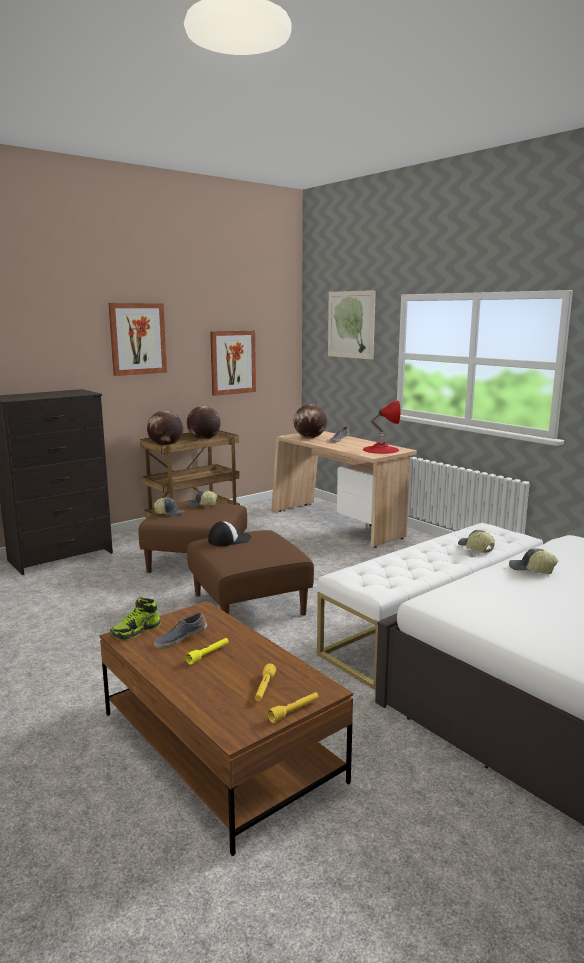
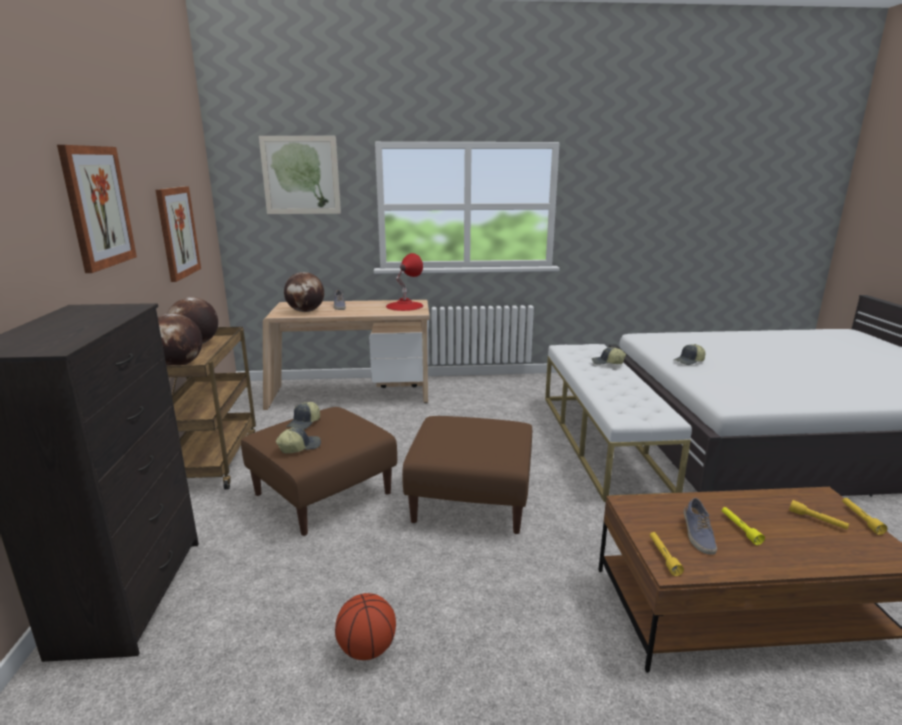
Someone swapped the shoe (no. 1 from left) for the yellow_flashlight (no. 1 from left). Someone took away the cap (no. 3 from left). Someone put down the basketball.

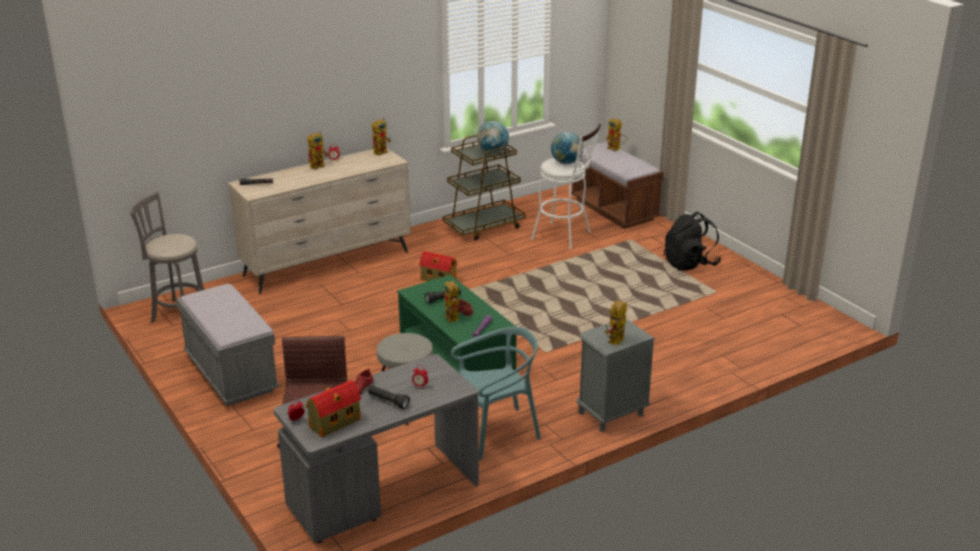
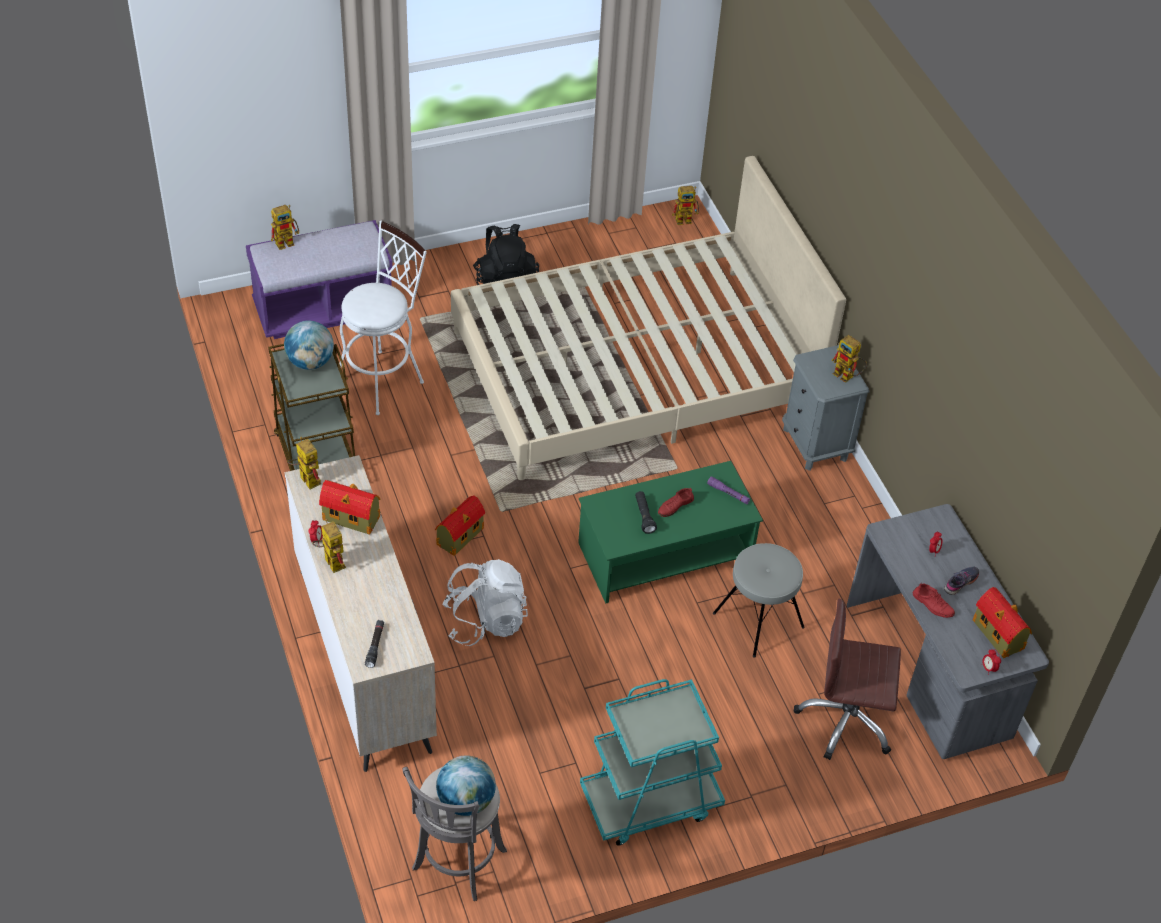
Someone swapped the grey_bench for the turquoise_cart. Someone swapped the black_flashlight (no. 2 from left) for the grey_shoe. Someone carried the toy_robot (no. 3 from left in the first image). Someone took away the turquoise_chair. Someone carried the globe (no. 2 from left). Someone repainted the brown_bench, which became the purple_bench. Someone put down the toy_house (no. 1 from left). Someone put down the white_backpack. Someone put down the beige_bed.

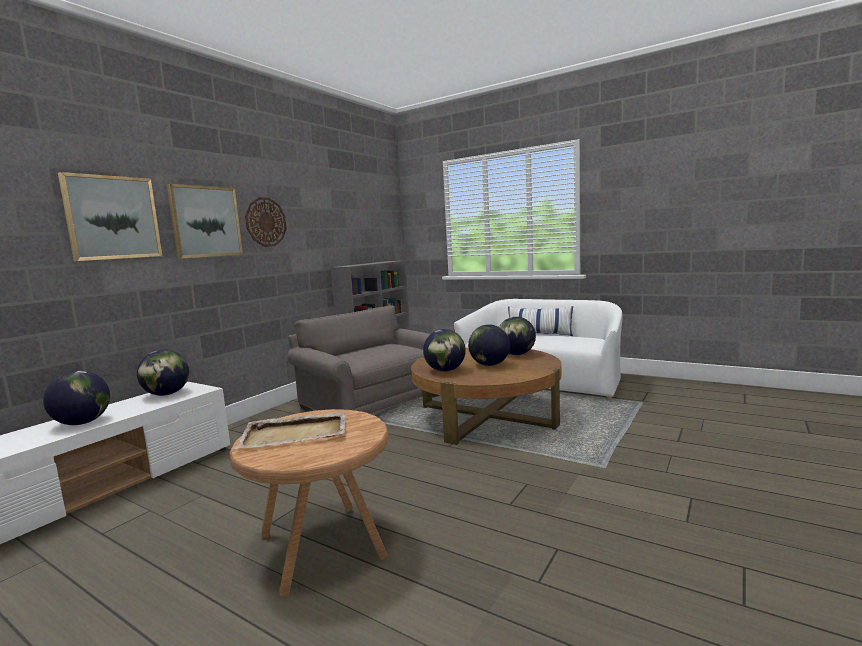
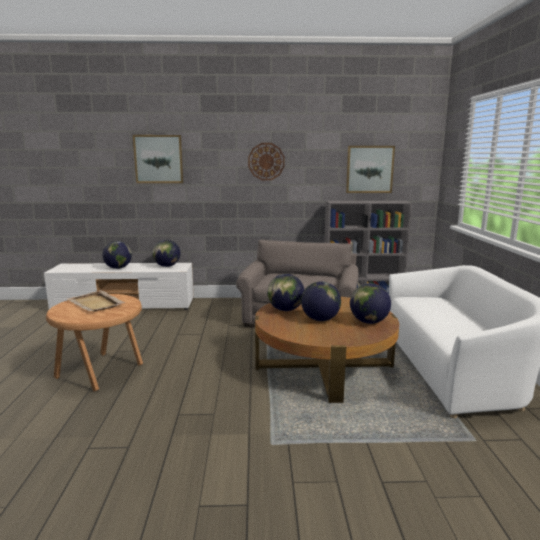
Someone carried the picture (no. 2 from left). Someone took away the pillow.

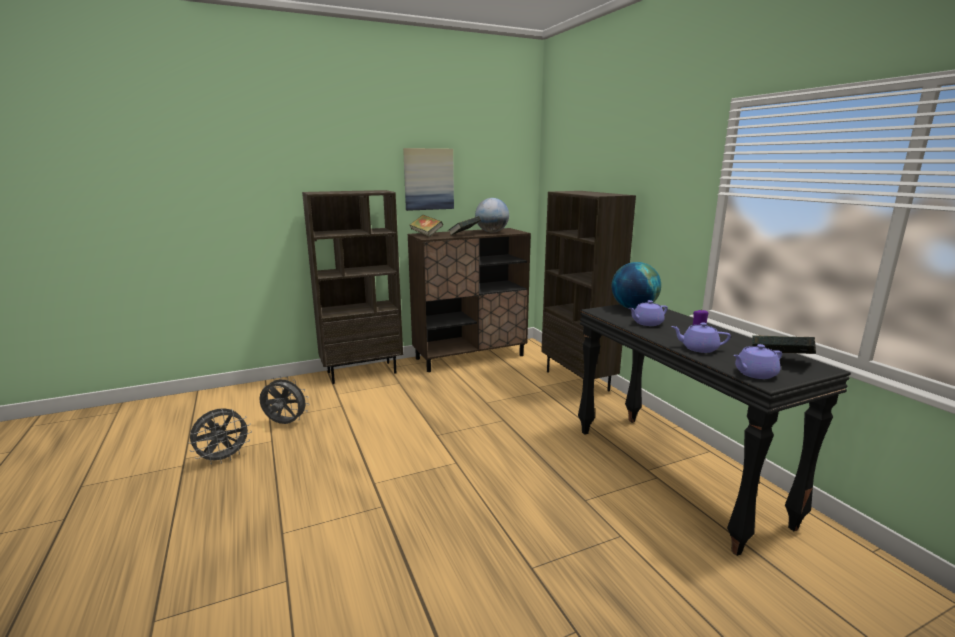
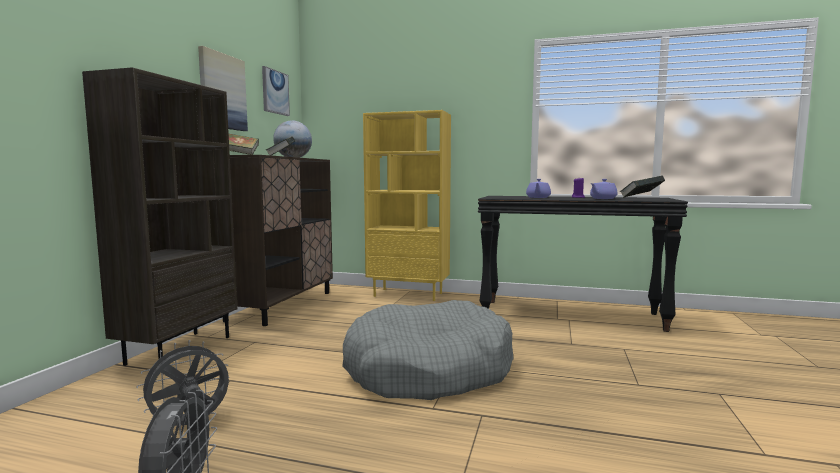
Someone repainted the brown_bookcase (no. 2 from left), which became the yellow_bookcase. Someone took away the globe (no. 2 from left). Someone took away the purple_teapot (no. 3 from left). Someone put up the picture (no. 2 from left). Someone put down the grey_dog_bed.

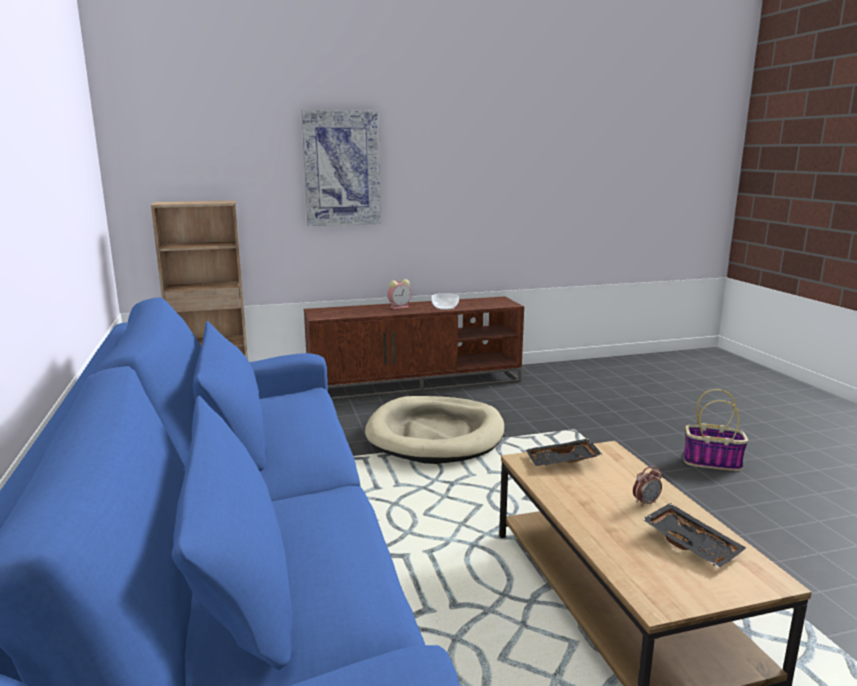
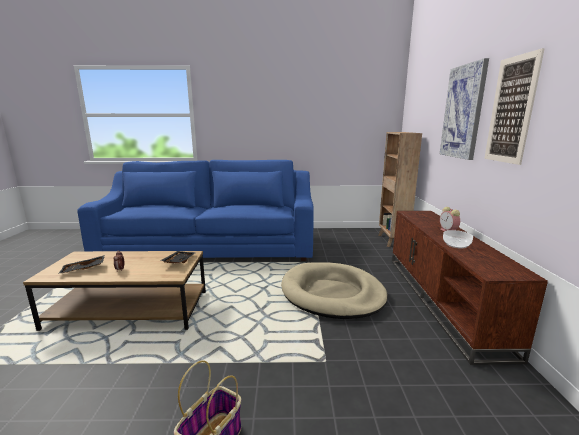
Someone put up the picture (no. 2 from left).

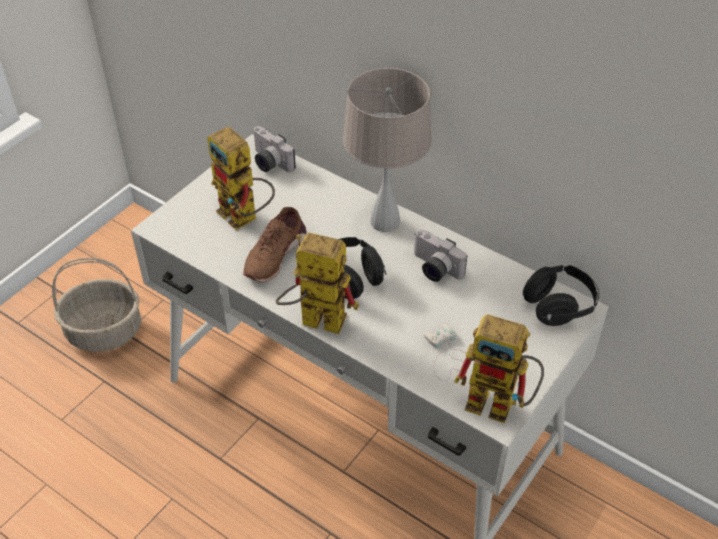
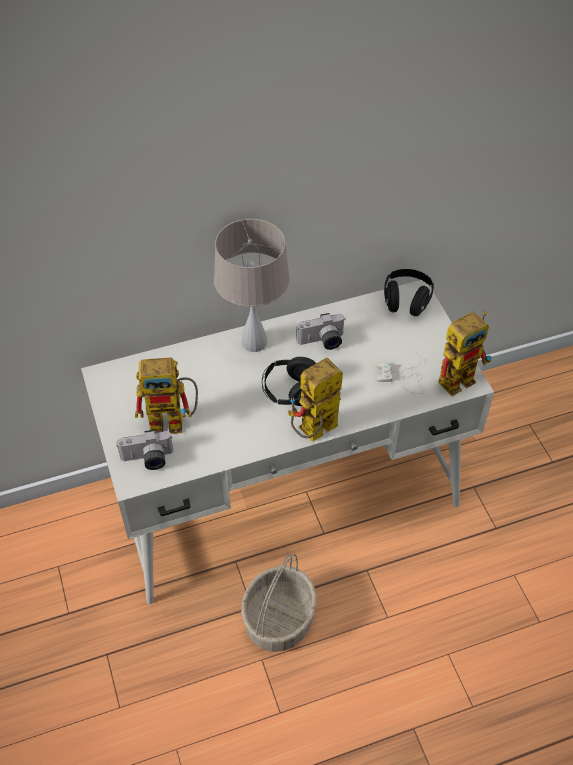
Someone carried the basket. Someone took away the brown_shoe. Someone carried the photo_camera (no. 1 from left).

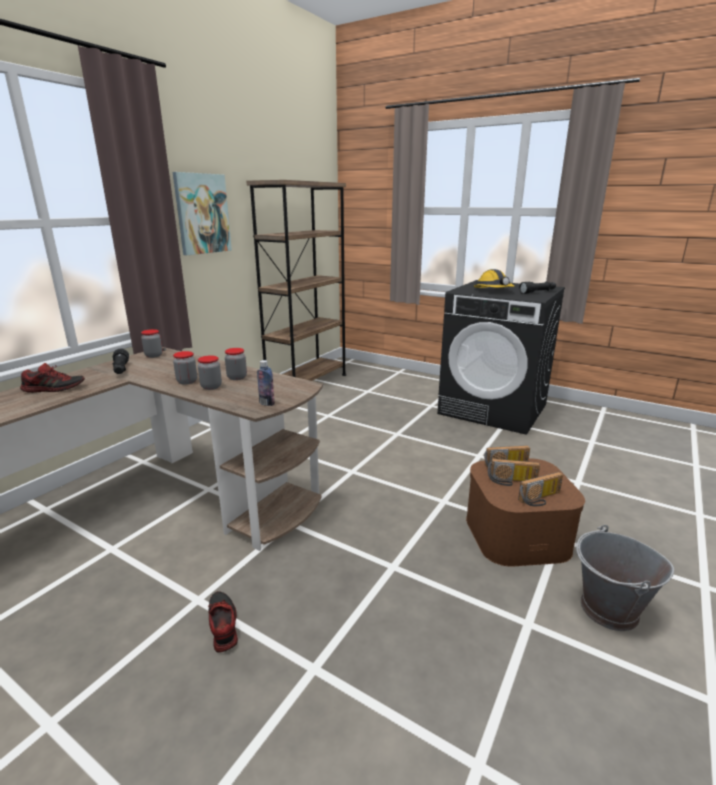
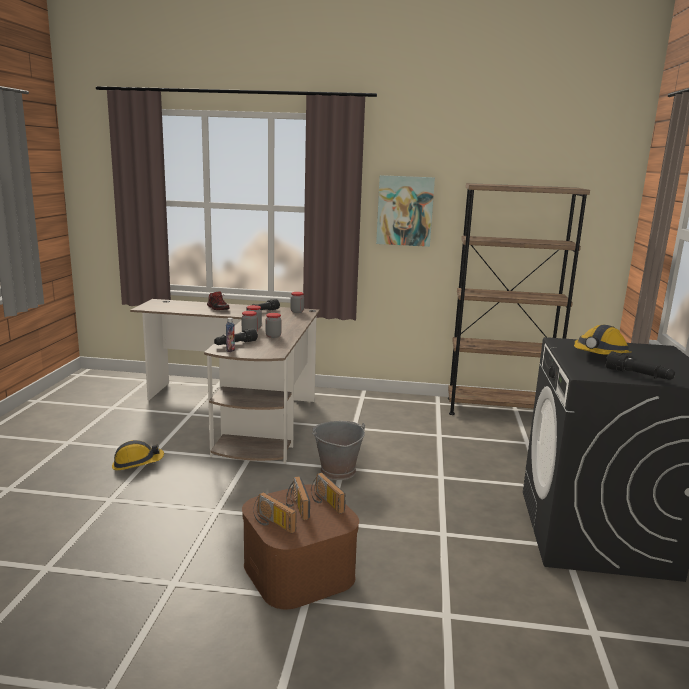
Someone swapped the shoe (no. 2 from left) for the hard_hat (no. 1 from left). Someone carried the grey_bucket. Someone put down the black_flashlight (no. 1 from left).

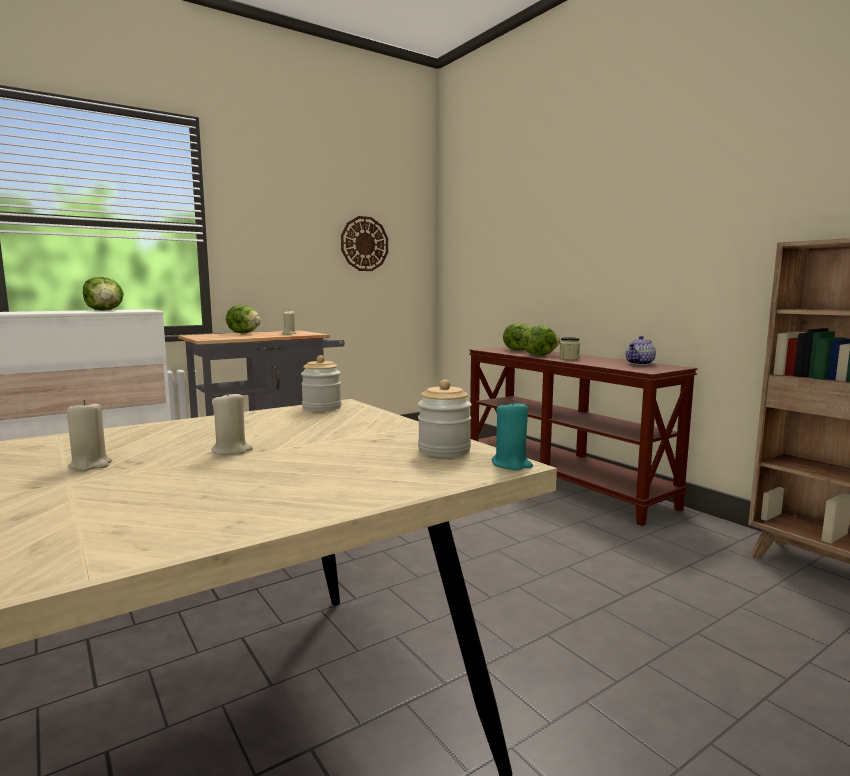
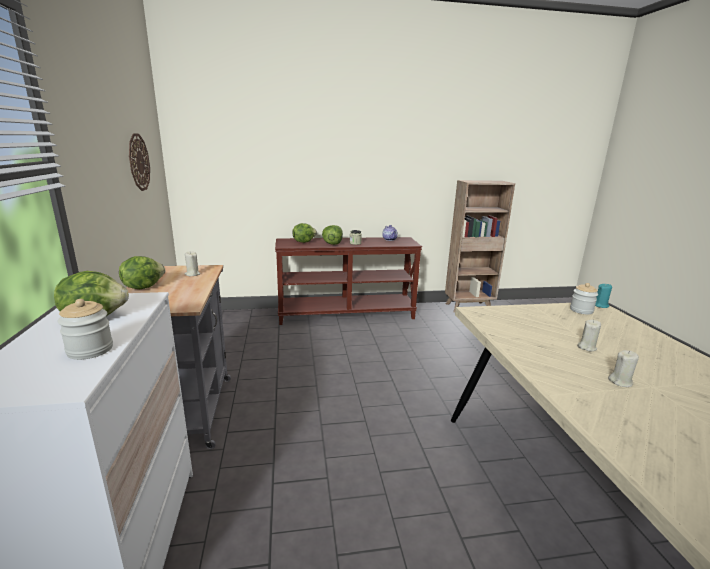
Someone carried the jar (no. 1 from left).

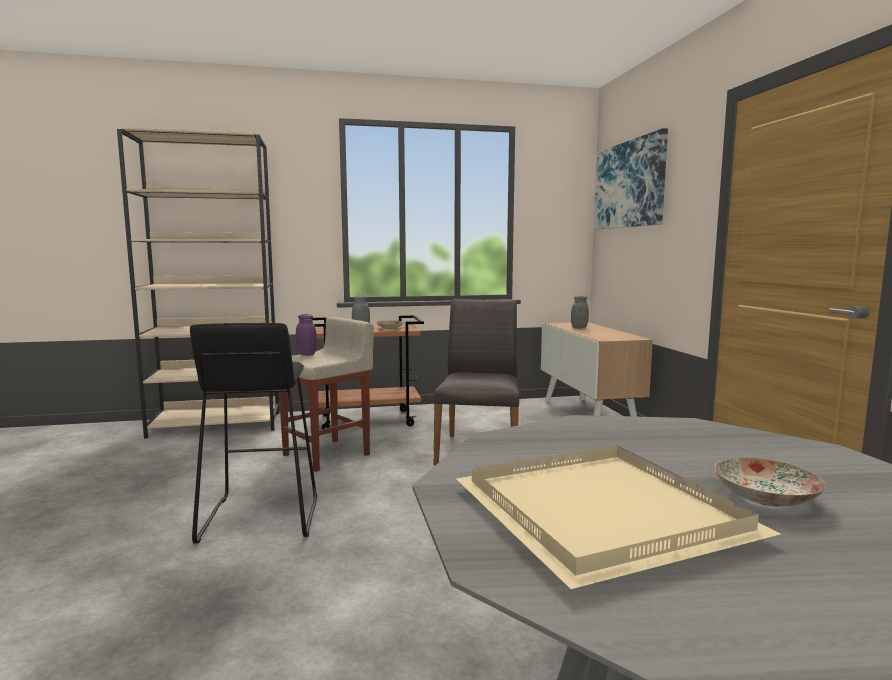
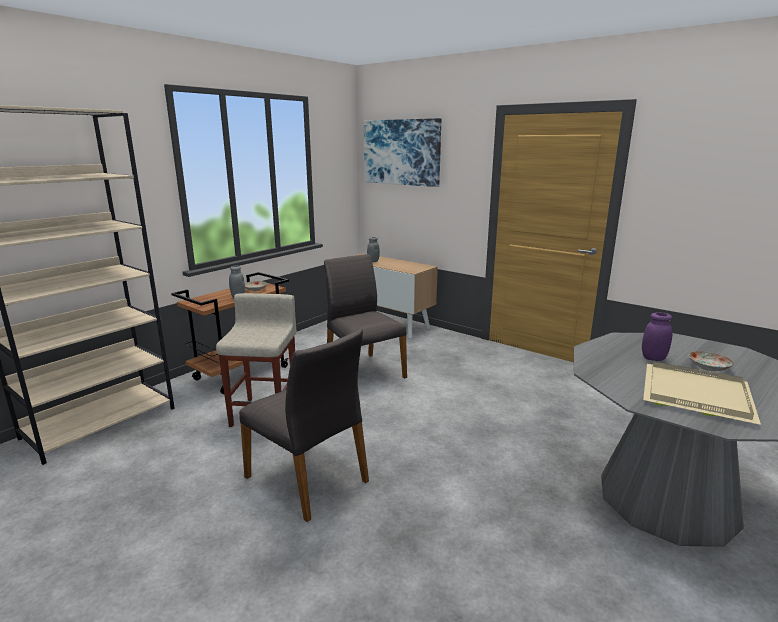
Someone swapped the black_stool for the grey_chair (no. 1 from left). Someone carried the purple_jar.

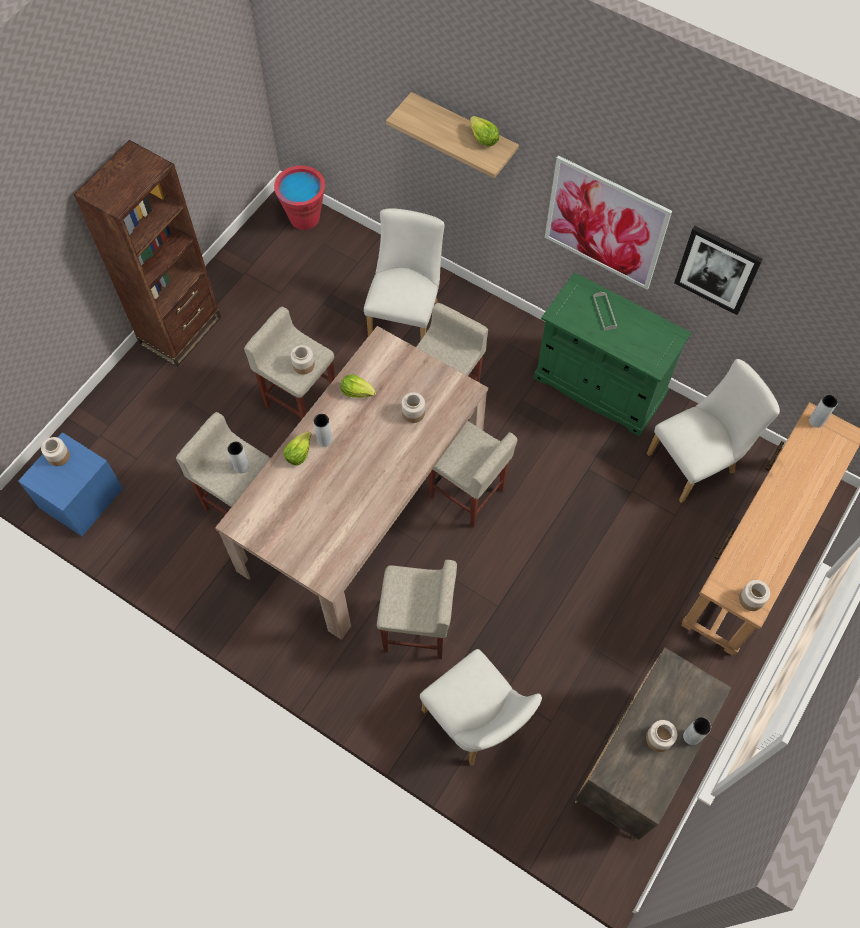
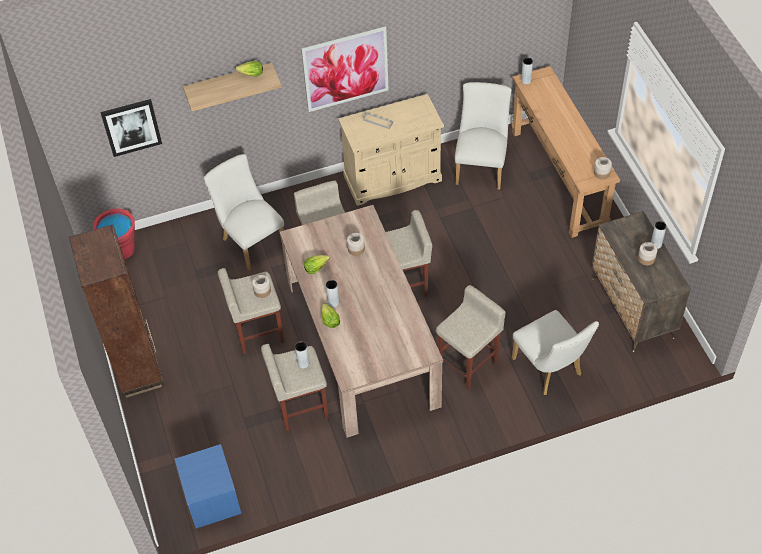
Someone took away the jar (no. 1 from left). Someone rotated the white_chair (no. 2 from left in the first image) by 60 degrees clockwise. Someone repainted the green_cabinet, which became the beige_cabinet. Someone carried the picture (no. 2 from left in the first image).

